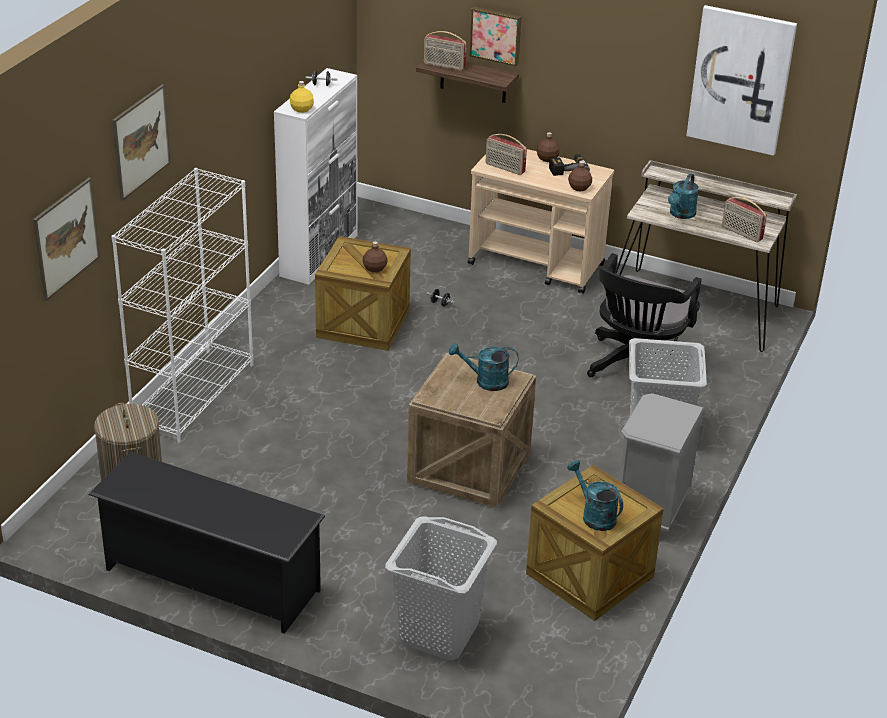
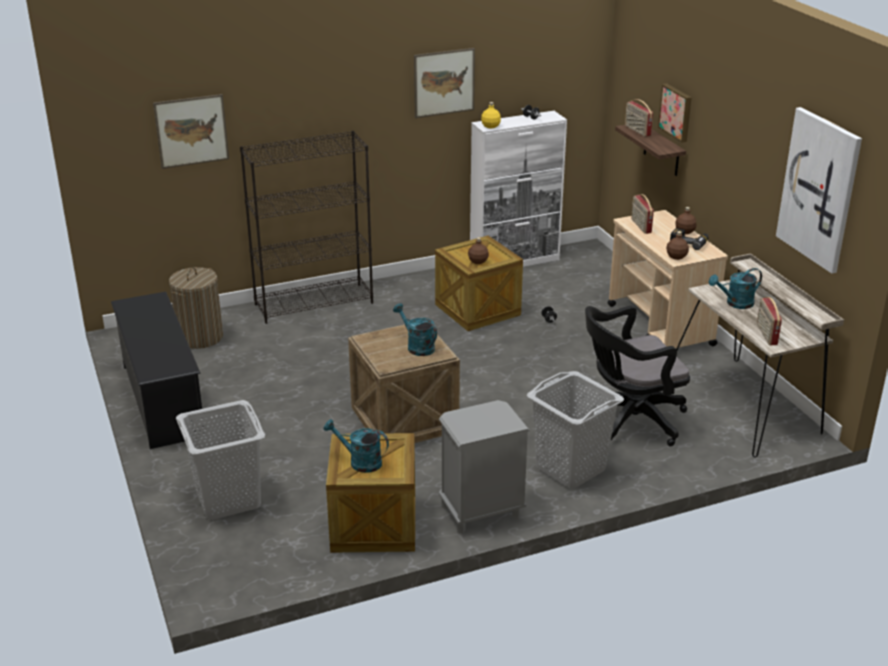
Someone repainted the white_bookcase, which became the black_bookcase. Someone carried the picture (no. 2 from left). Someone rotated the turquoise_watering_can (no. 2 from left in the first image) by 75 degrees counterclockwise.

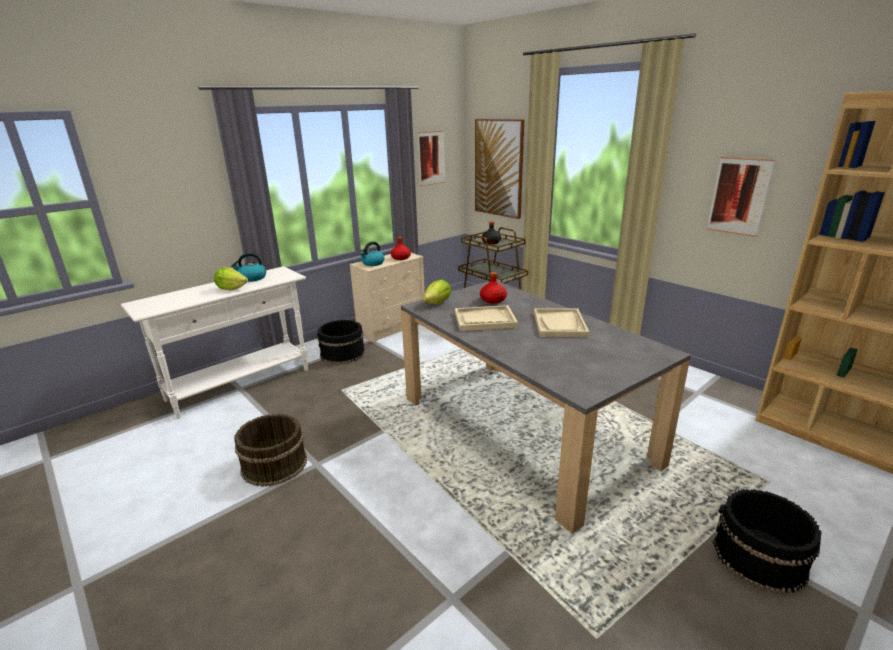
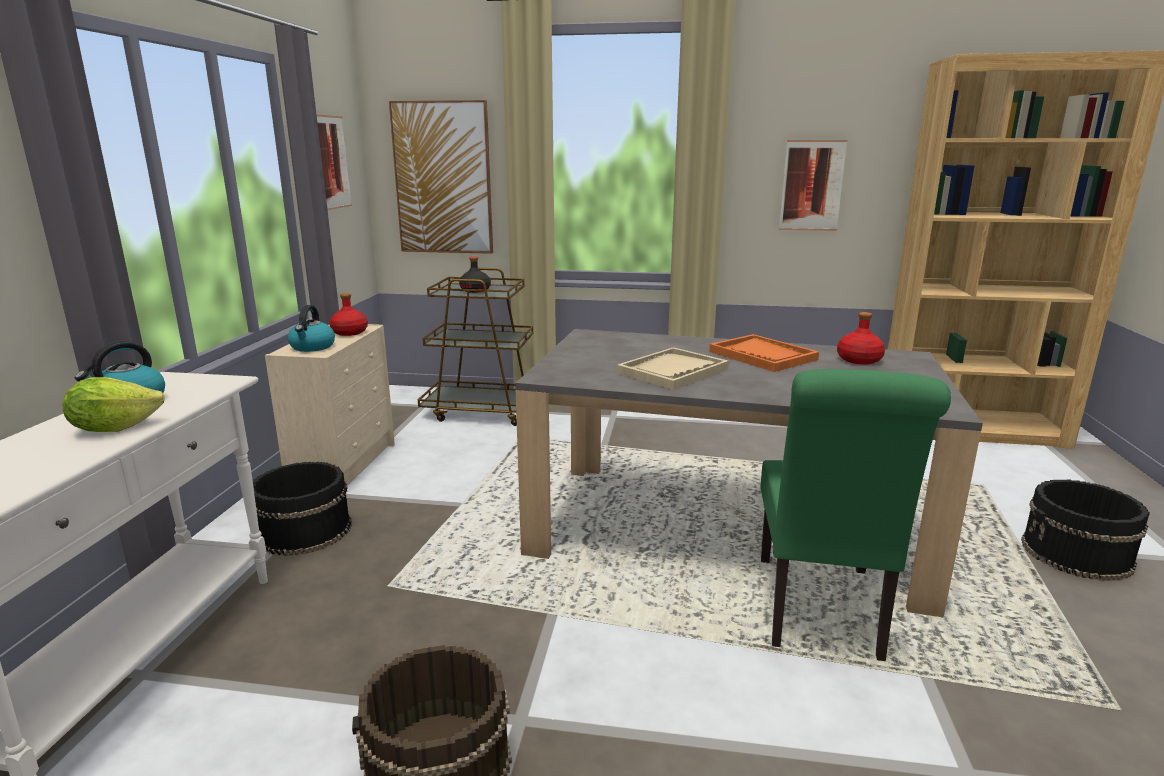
Someone took away the lettuce (no. 2 from left). Someone carried the red_bottle (no. 2 from left). Someone repainted the beige_tray (no. 2 from left), which became the orange_tray. Someone put down the green_chair.

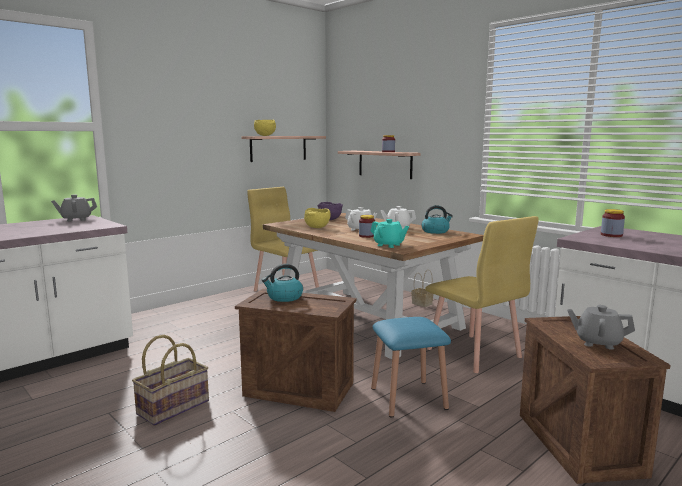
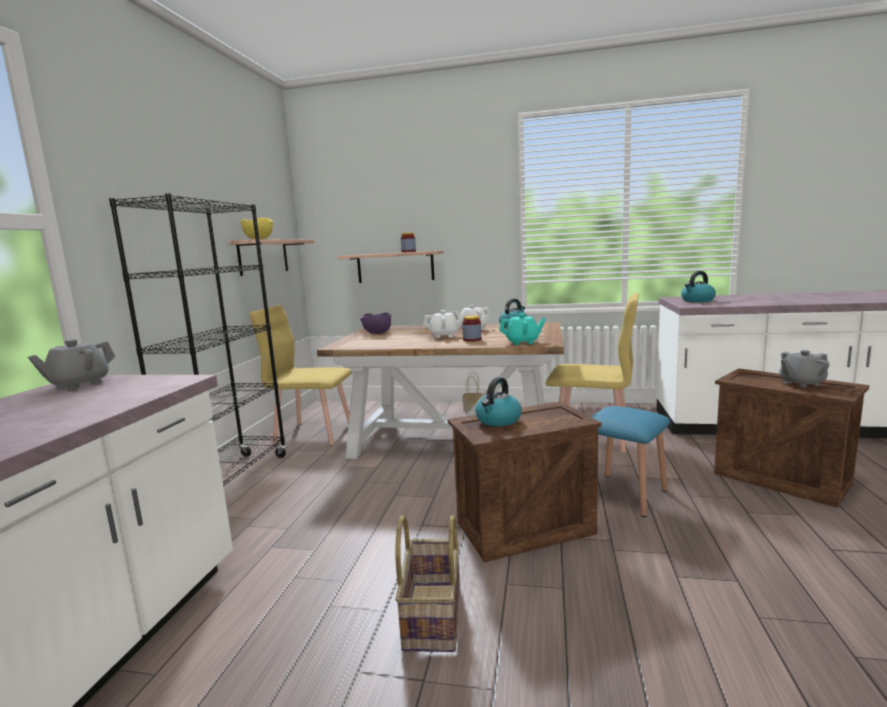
Someone took away the yellow_bowl (no. 2 from left). Someone swapped the jar (no. 3 from left) for the kettle (no. 3 from left). Someone put down the black_bookcase.

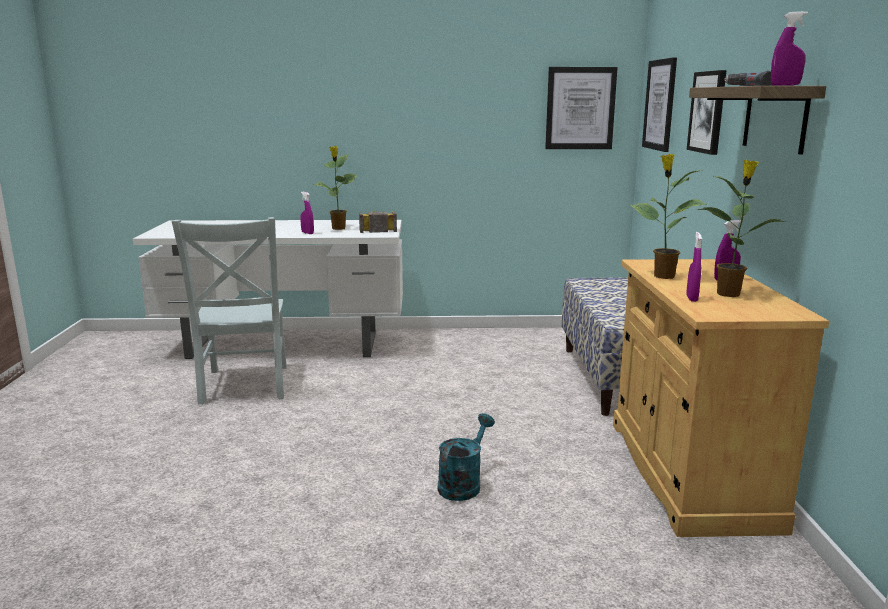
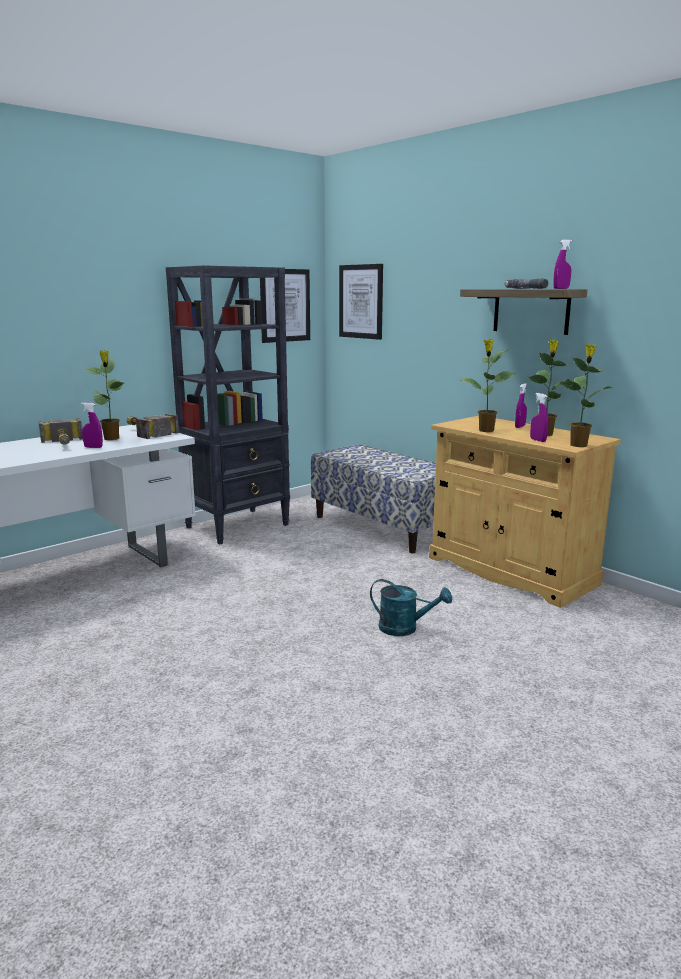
Someone took away the grey_chair. Someone rotated the turquoise_watering_can by 120 degrees clockwise. Someone took away the picture (no. 3 from left). Someone put down the hammer (no. 1 from left). Someone put down the black_bookcase. Someone put down the potted_plant (no. 4 from left).

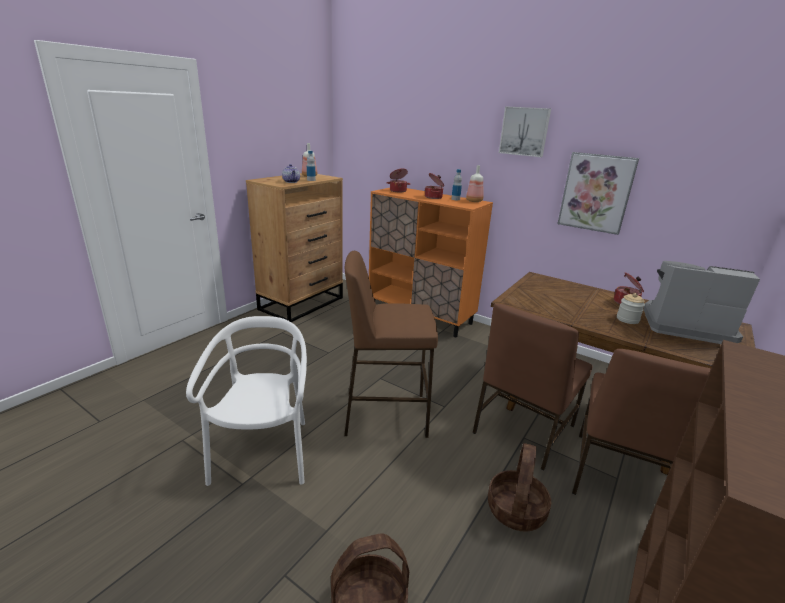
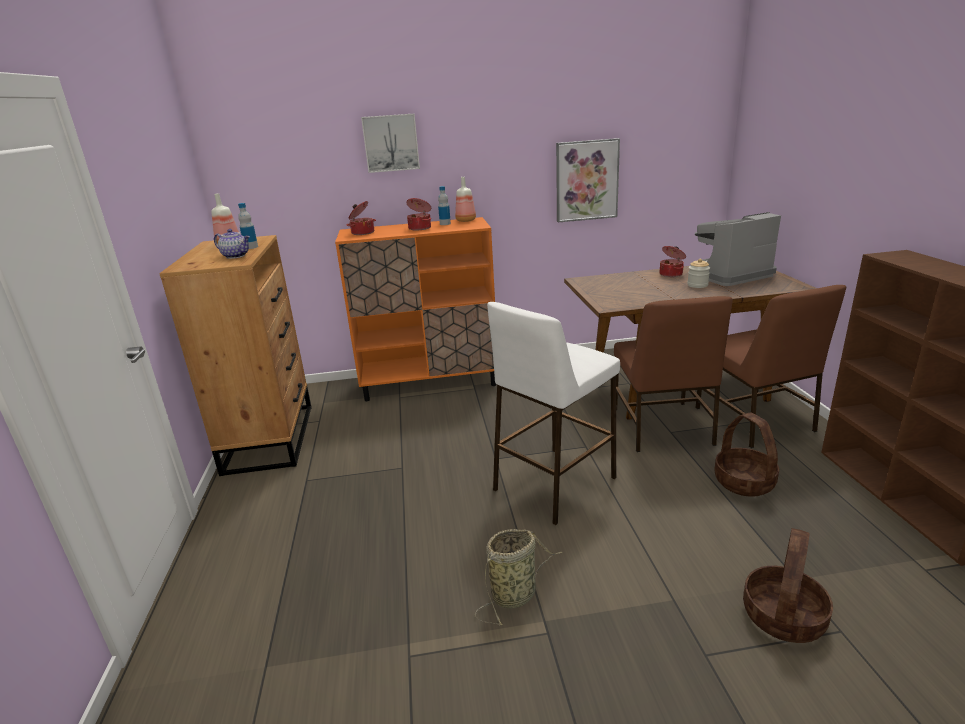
Someone swapped the white_chair for the basket (no. 1 from left). Someone repainted the brown_stool, which became the white_stool. Someone carried the picture (no. 1 from left).

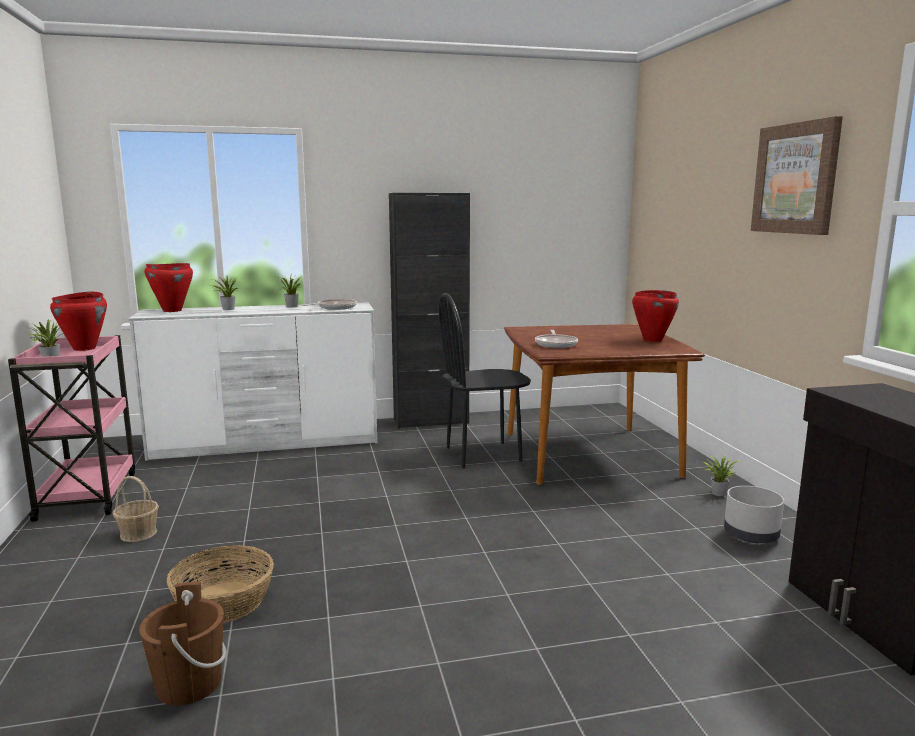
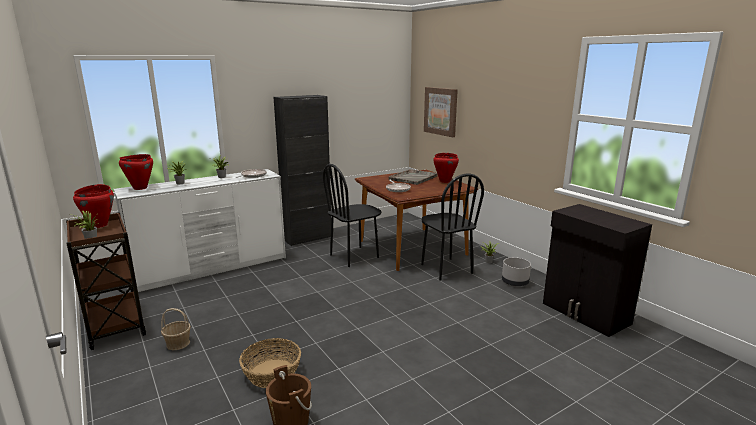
Someone repainted the pink_cart, which became the brown_cart. Someone carried the picture. Someone put down the grey_tray. Someone put down the black_chair (no. 2 from left).

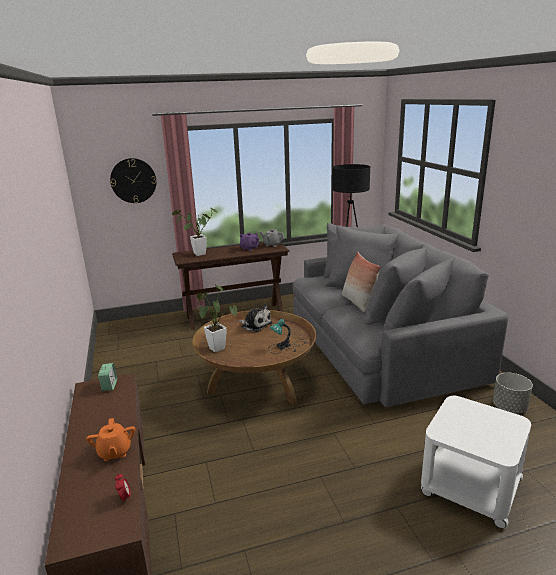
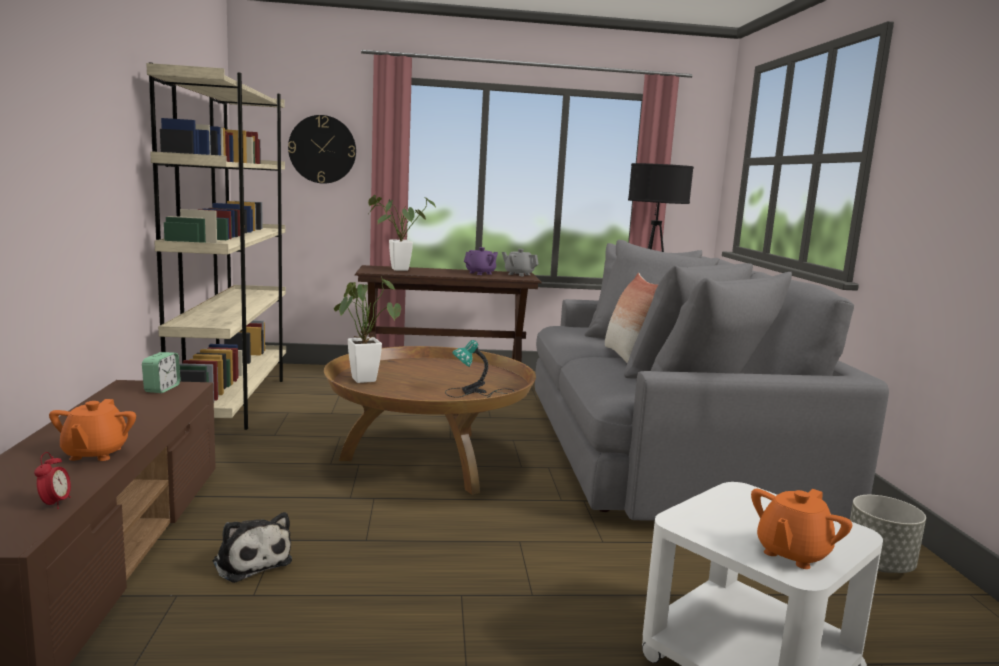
Someone carried the plush_toy. Someone put down the beige_bookcase. Someone put down the orange_teapot (no. 2 from left).

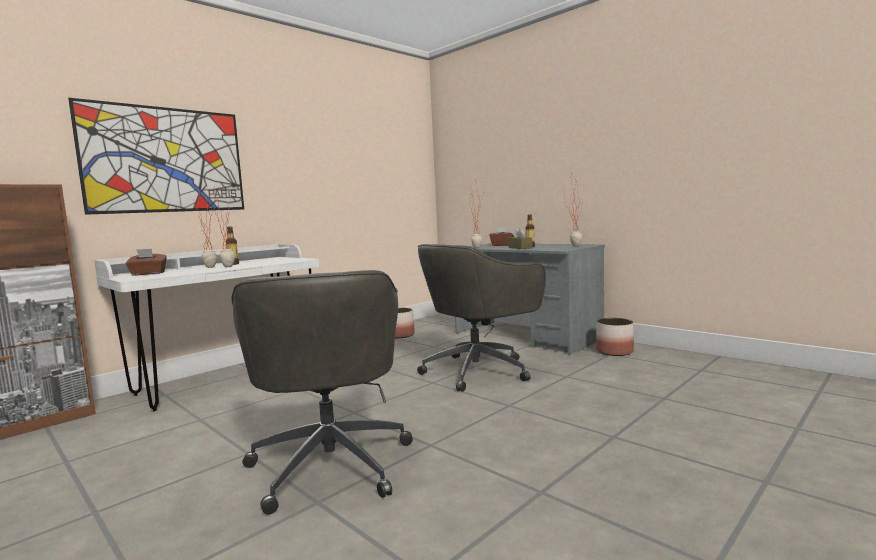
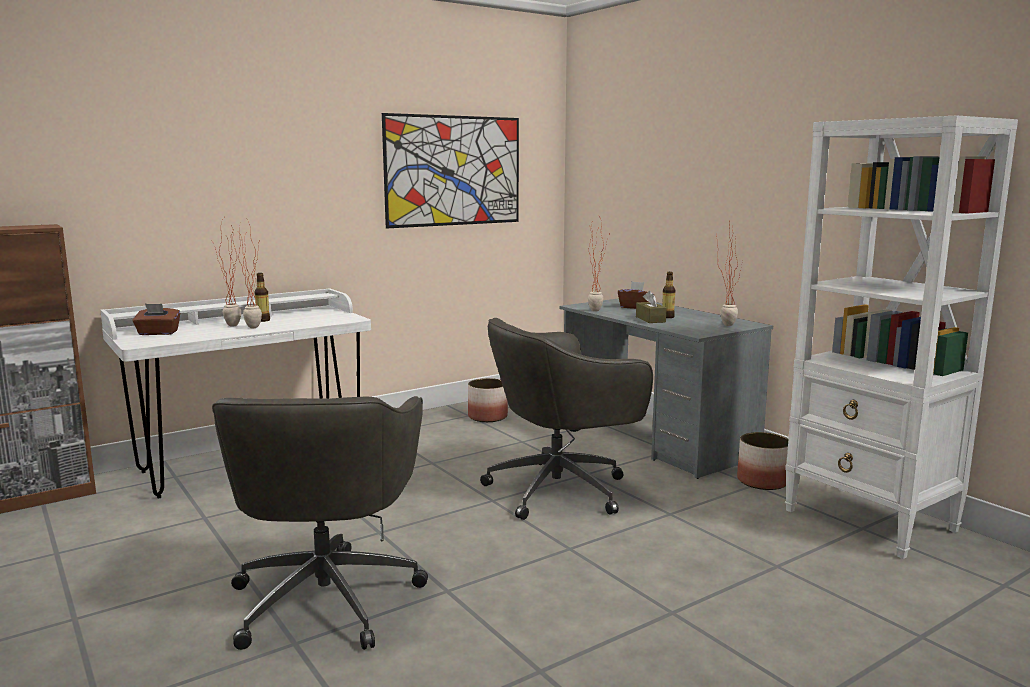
Someone carried the picture. Someone put down the white_bookcase.

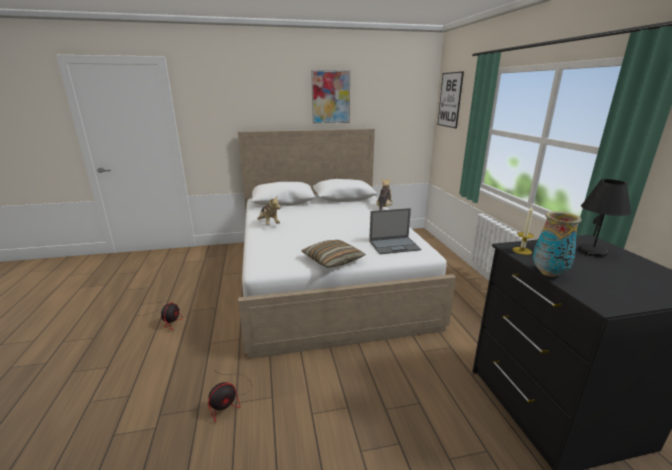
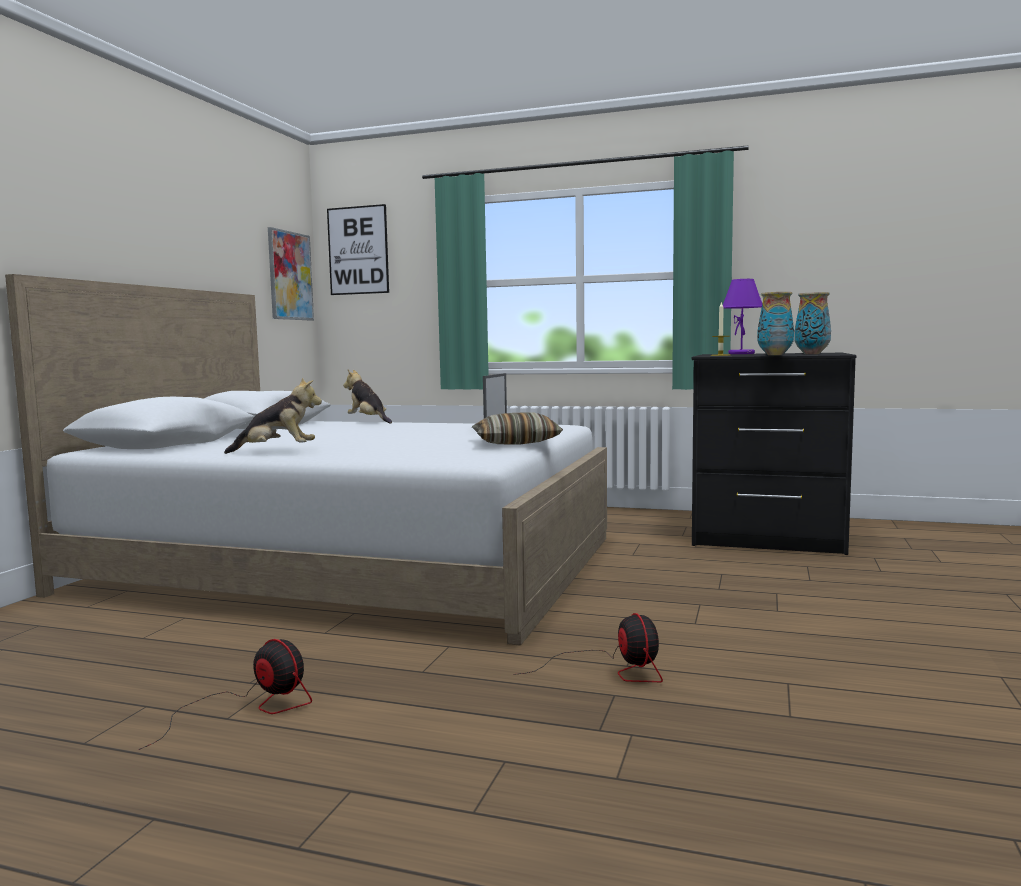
Someone carried the picture (no. 1 from left). Someone repainted the black_table_lamp, which became the purple_table_lamp. Someone put down the vase (no. 2 from left).

